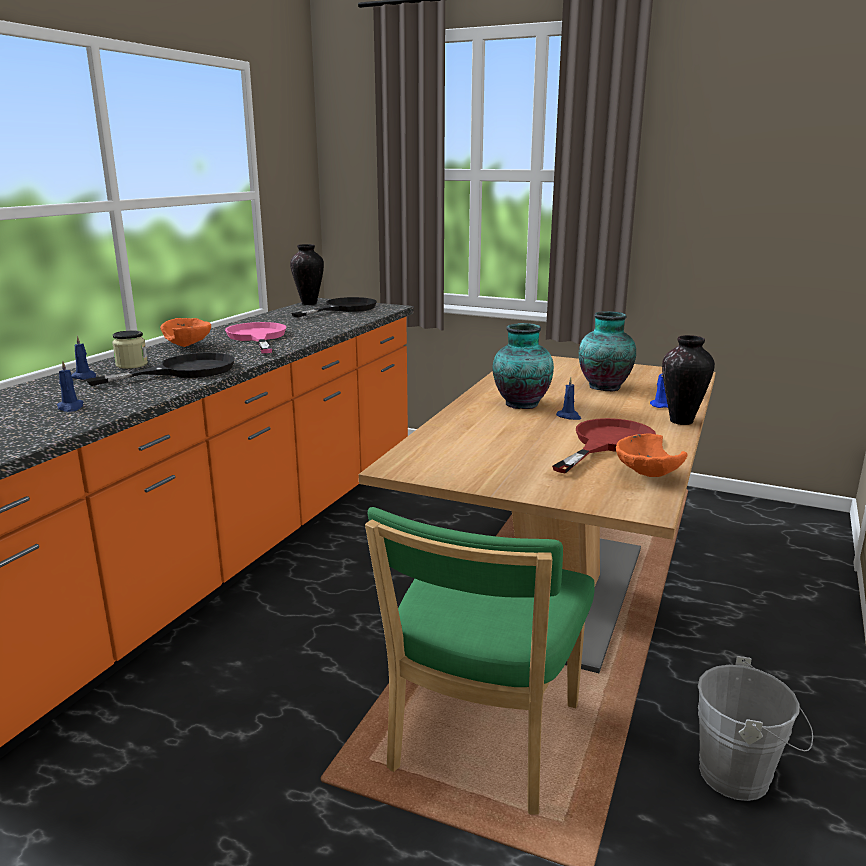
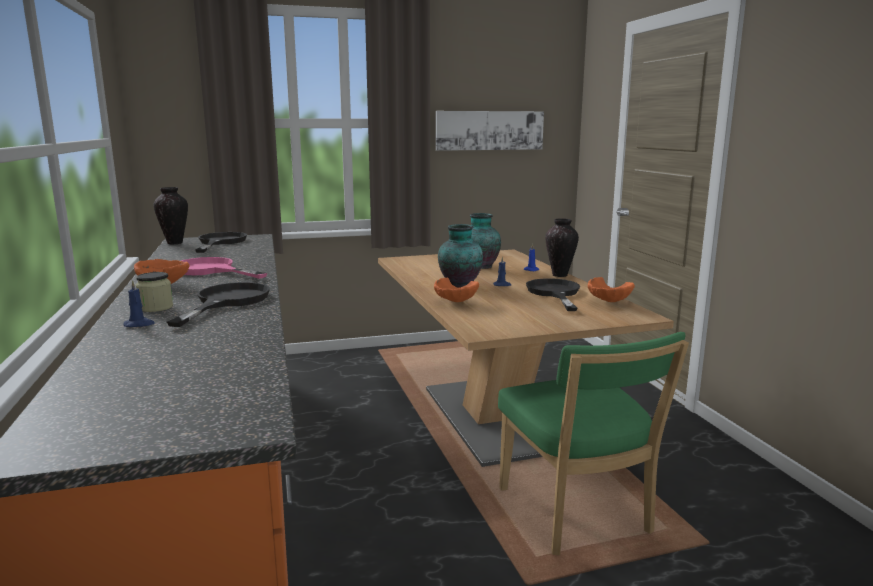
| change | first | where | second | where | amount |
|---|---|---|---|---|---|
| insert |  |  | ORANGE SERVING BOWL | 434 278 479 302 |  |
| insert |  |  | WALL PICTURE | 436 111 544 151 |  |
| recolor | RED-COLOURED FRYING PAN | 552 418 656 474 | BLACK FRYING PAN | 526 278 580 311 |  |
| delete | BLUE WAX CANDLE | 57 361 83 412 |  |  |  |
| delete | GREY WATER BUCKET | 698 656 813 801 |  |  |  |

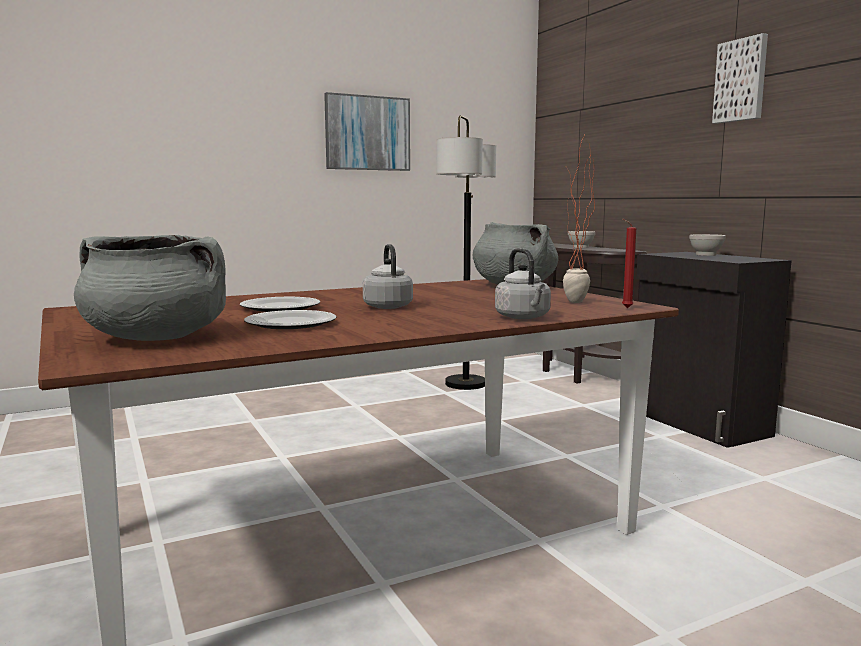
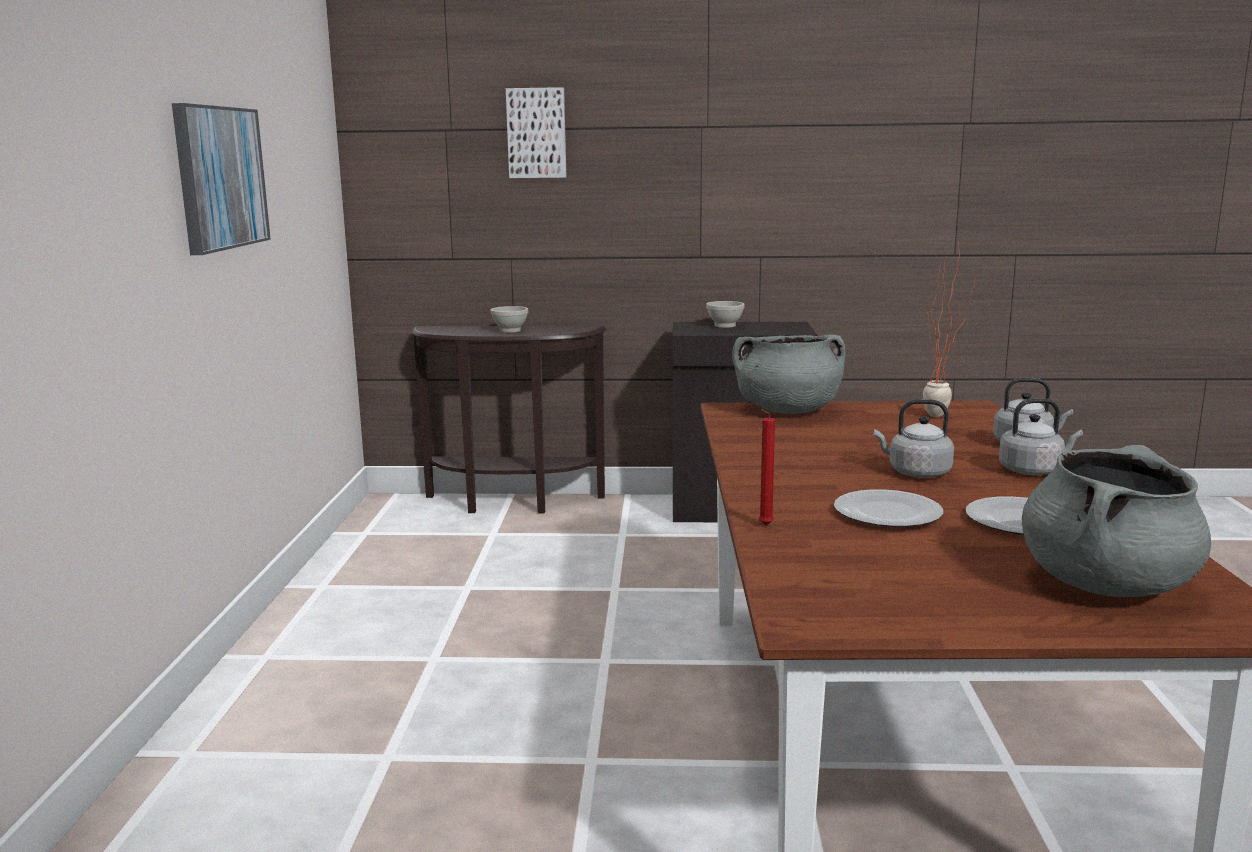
| change | first | where | second | where | amount |
|---|---|---|---|---|---|
| move | WALL PICTURE | 712 33 768 124 |  | 506 87 566 178 |  |
| move | RED-COLOURED WAX CANDLE | 622 219 636 308 |  | 759 409 775 525 |  |
| insert |  |  | GREY KETTLE | 999 398 1083 475 |  |
| delete | STANDARD LAMP | 437 115 496 390 |  |  |  |

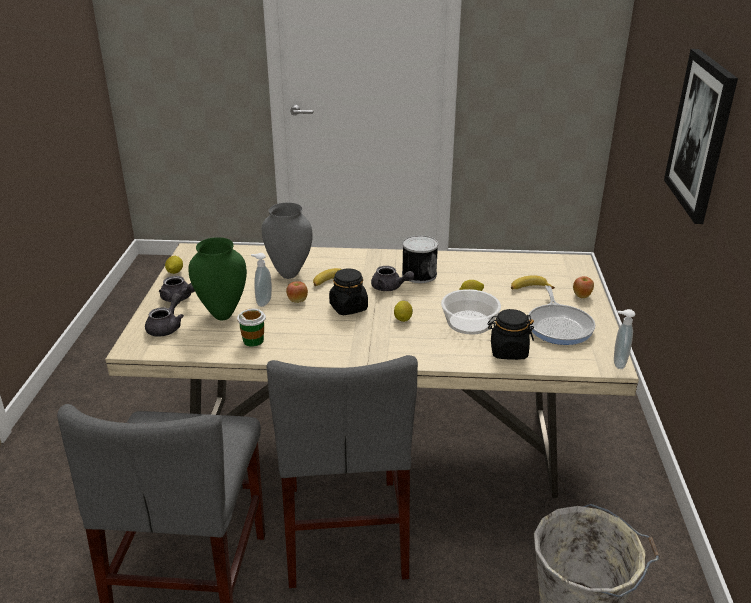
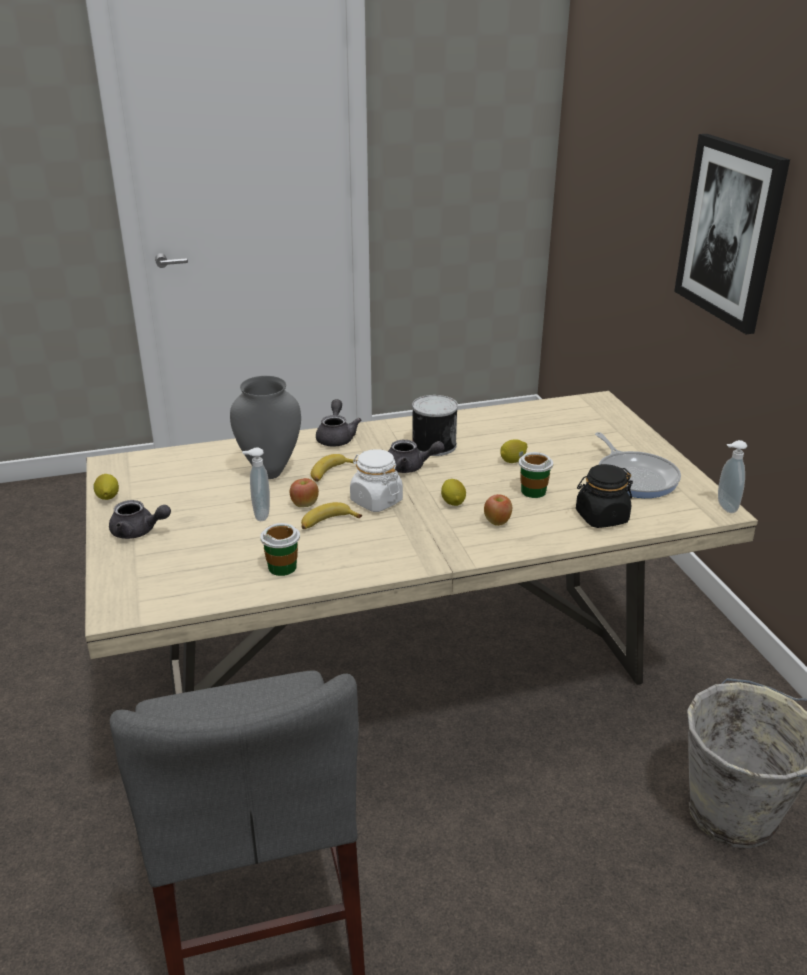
| change | first | where | second | where | amount |
|---|---|---|---|---|---|
| move | BANANA | 511 275 555 289 |  | 301 502 362 529 |  |
| move | GREY TEA POT | 145 293 184 337 |  | 316 399 361 446 |  |
| recolor | BLACK JAR | 329 269 368 315 | WHITISH JAR | 350 449 403 512 |  |
| move | WHOLE APPLE | 573 276 594 298 |  | 484 494 512 526 |  |
| replace | SERVING BOWL | 441 289 501 335 | CUP | 519 452 553 498 |  |
| delete | GREENISH VASE | 188 237 247 321 |  |  |  |
| delete | GREY CHAIR | 267 355 418 588 |  |  |  |

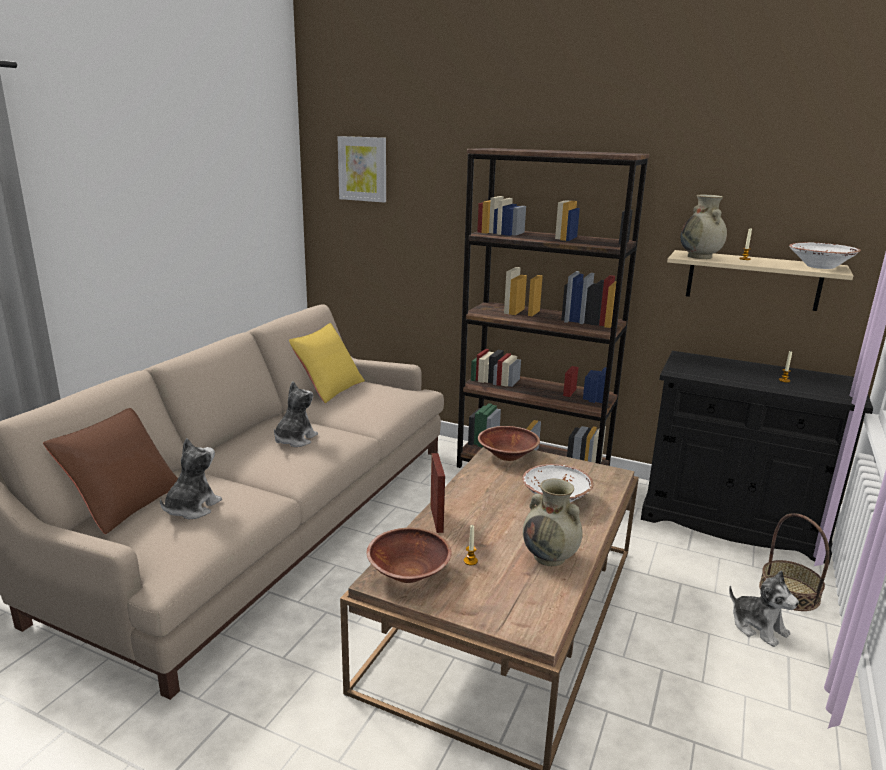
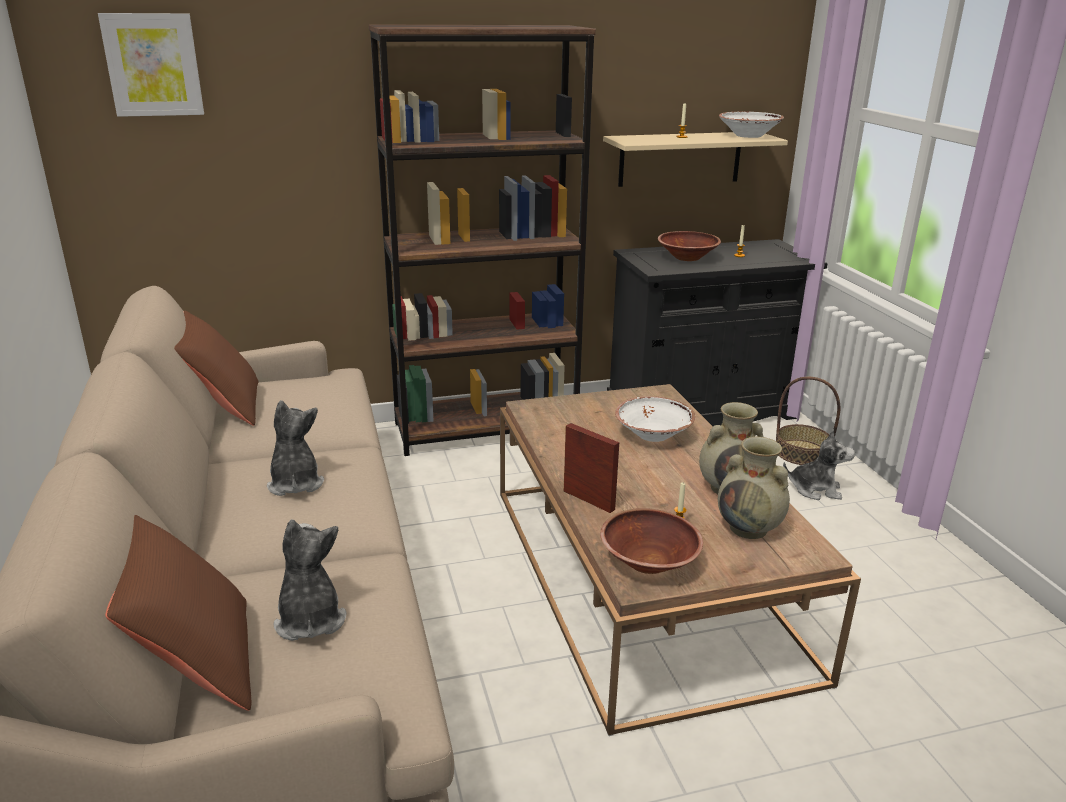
| change | first | where | second | where | amount |
|---|---|---|---|---|---|
| recolor | YELLOW-COLOURED PILLOW | 289 323 365 403 | BROWNISH PILLOW | 174 311 259 426 |  |
| move | BROWNISH SERVING BOWL | 478 426 540 461 |  | 658 231 721 261 |  |
| move | SAND-COLOURED VASE | 680 195 727 259 |  | 718 437 790 539 |  |

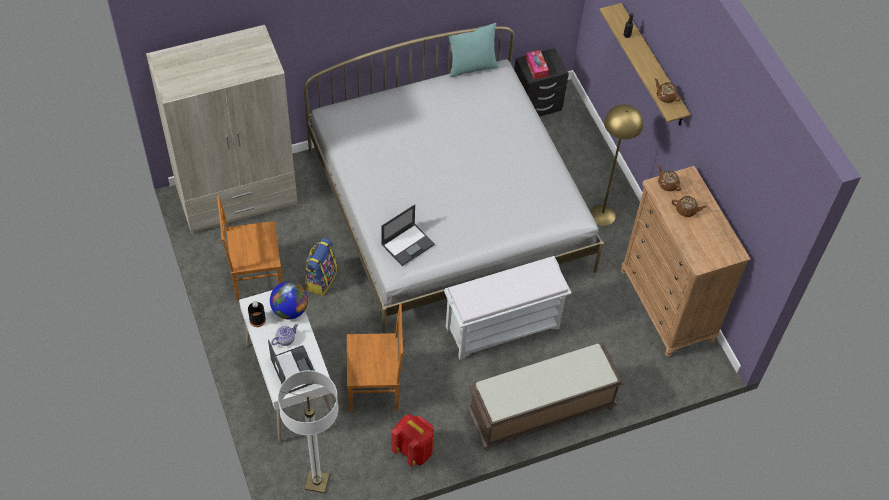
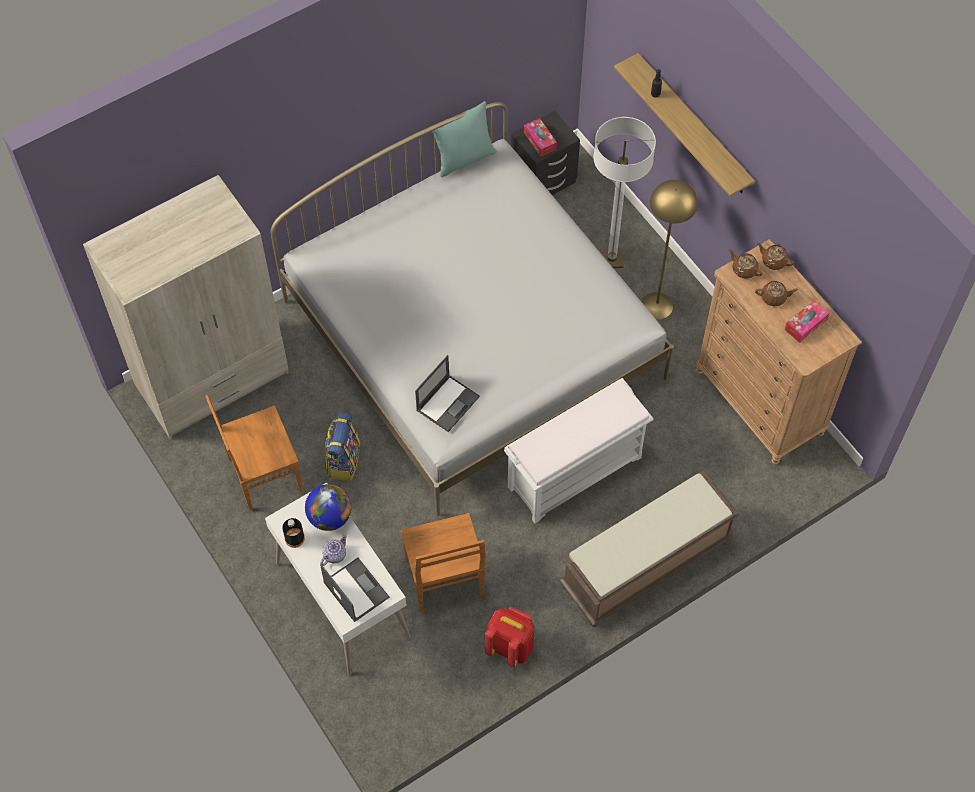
| change | first | where | second | where | amount |
|---|---|---|---|---|---|
| rotate | BROWNISH CHAIR | 347 304 403 412 |  | 400 513 486 611 | 90 degrees clockwise |
| move | STANDARD LAMP | 278 370 338 493 |  | 594 117 656 268 |  |
| move | BROWNISH TEA POT | 655 78 681 103 |  | 757 243 794 270 |  |
| insert |  |  | TISSUE BOX | 785 300 829 343 |  |

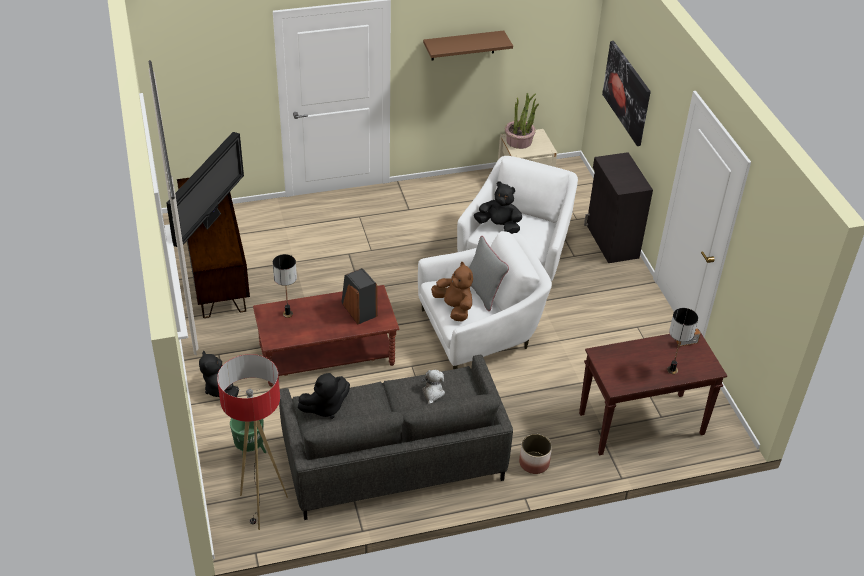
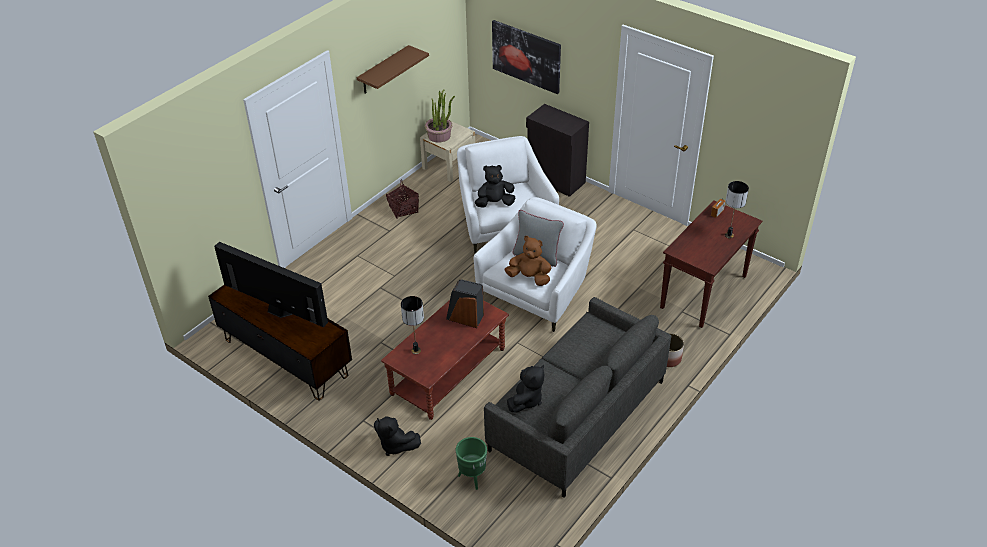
| change | first | where | second | where | amount |
|---|---|---|---|---|---|
| rotate | TV | 166 132 244 247 |  | 214 242 328 327 | 45 degrees counterclockwise |
| insert |  |  | STORAGE BASKET | 386 179 419 219 |  |
| delete | STANDARD LAMP | 217 354 288 530 |  |  |  |
| delete | PLUSH TOY | 421 370 445 404 |  |  |  |

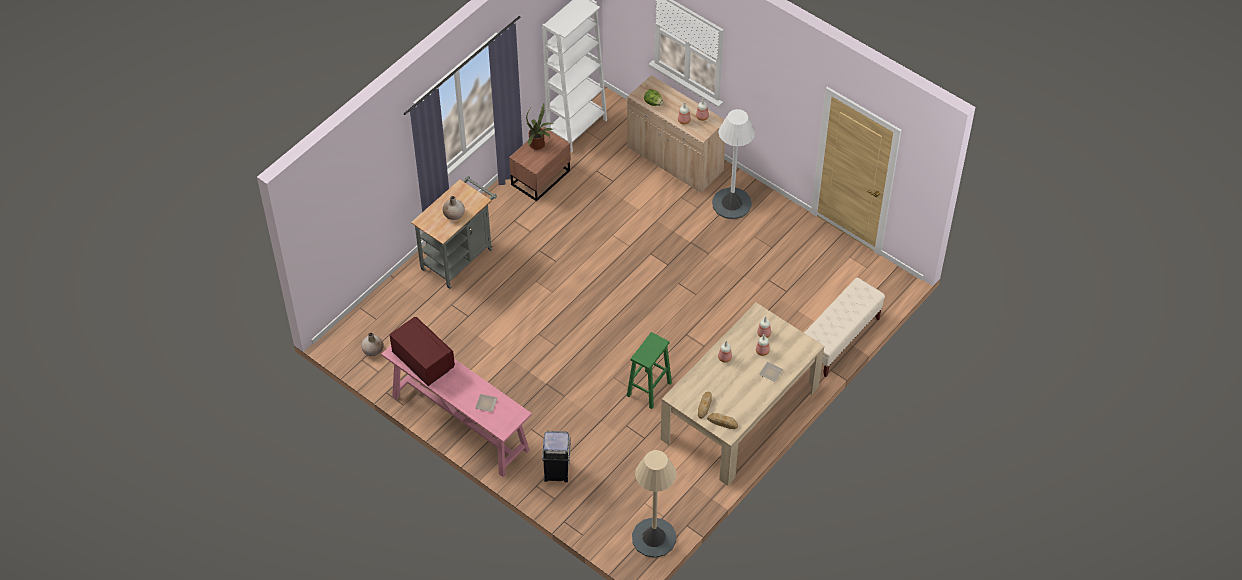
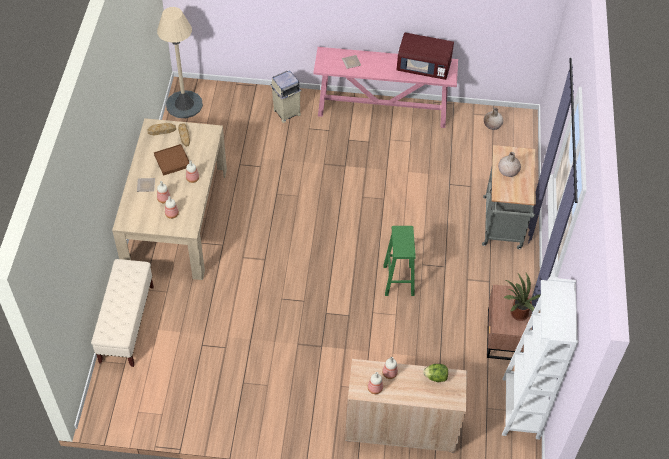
| change | first | where | second | where | amount |
|---|---|---|---|---|---|
| insert |  |  | BROWNISH CARRYING TRAY | 154 144 189 176 |  |
| move | GREENISH SITTING STOOL | 627 332 672 409 |  | 383 226 416 296 |  |
| delete | WHITISH STANDARD LAMP | 712 109 755 219 |  |  |  |

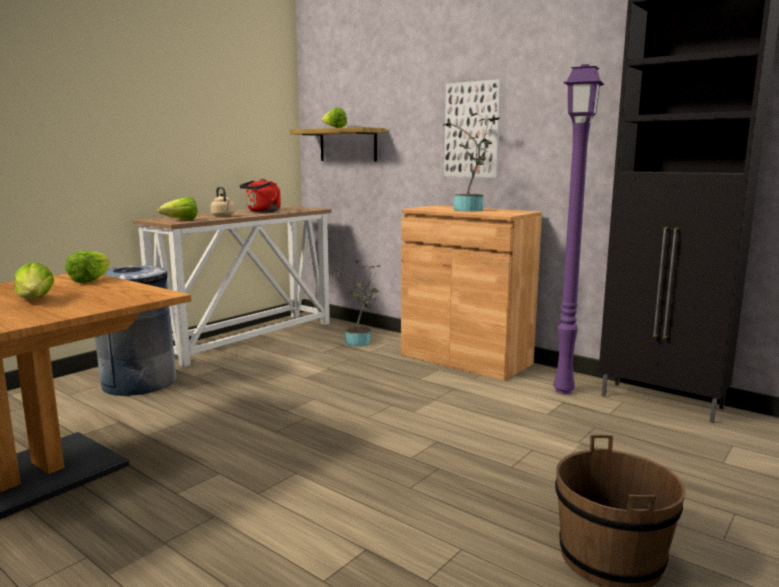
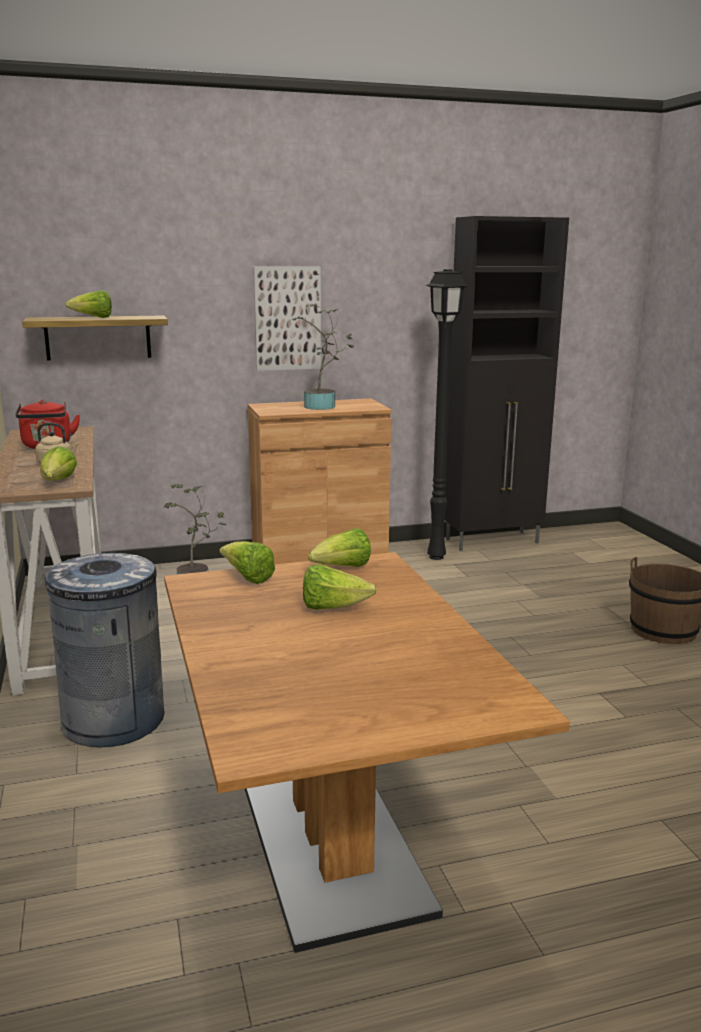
| change | first | where | second | where | amount |
|---|---|---|---|---|---|
| insert |  |  | LETTUCE | 308 528 371 567 |  |
| recolor | PURPLE-COLOURED STANDARD LAMP | 553 64 605 395 | BLACK STANDARD LAMP | 426 269 468 560 |  |

